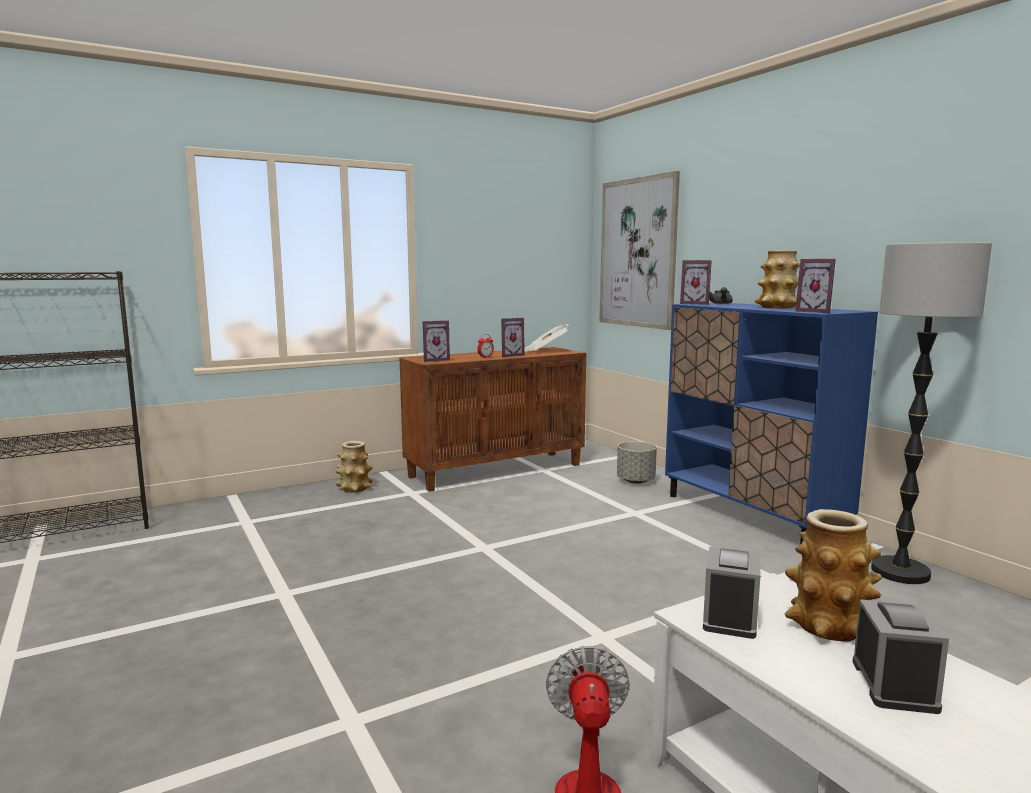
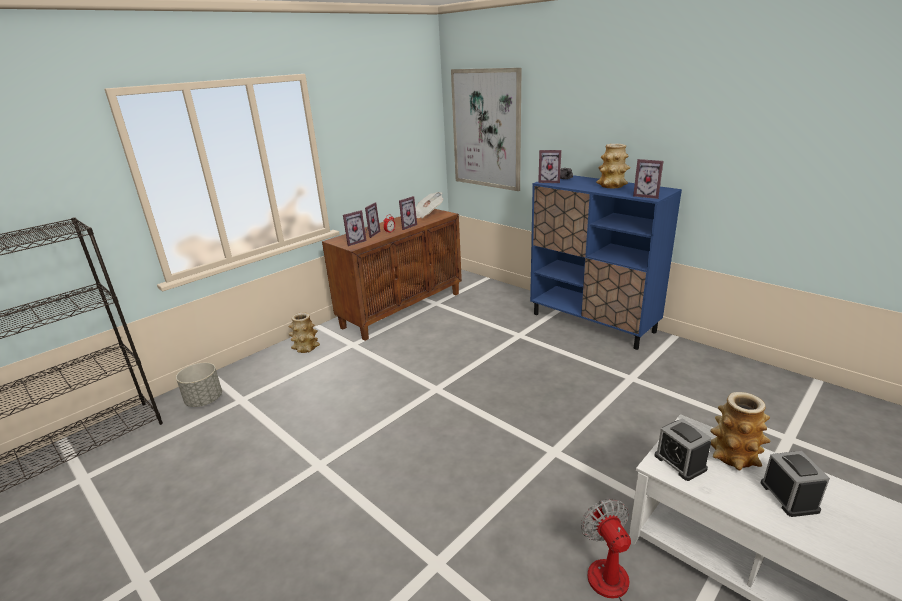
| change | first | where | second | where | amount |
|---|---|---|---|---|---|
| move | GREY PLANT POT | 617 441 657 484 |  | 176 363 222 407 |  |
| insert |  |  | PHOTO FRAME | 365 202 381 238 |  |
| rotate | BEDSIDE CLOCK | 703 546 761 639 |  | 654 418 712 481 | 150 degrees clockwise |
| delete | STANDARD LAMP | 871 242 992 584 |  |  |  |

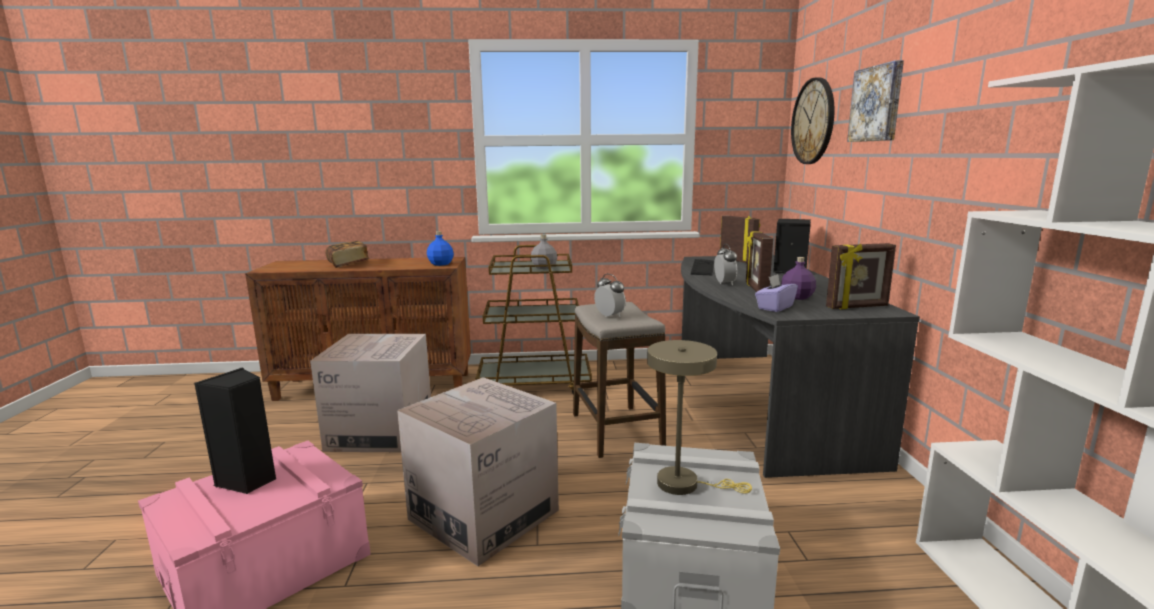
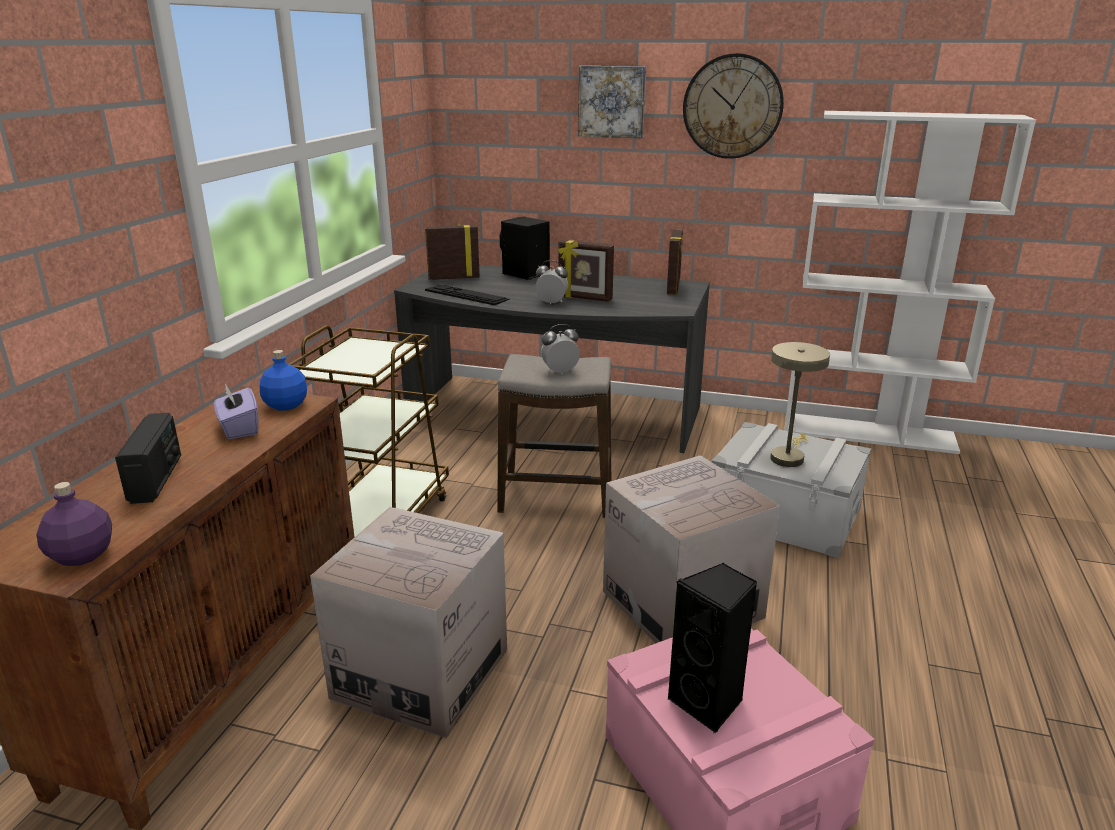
| change | first | where | second | where | amount |
|---|---|---|---|---|---|
| move | PURPLE-COLOURED BEVERAGE BOTTLE | 781 257 816 300 |  | 36 482 112 566 |  |
| replace | VOLUME | 325 241 369 268 | RADIO RECEIVER | 115 413 181 504 |  |
| move | PURPLE-COLOURED TISSUE BOX | 755 274 798 312 |  | 214 383 259 439 |  |
| move | CLOCK ON THE WALL | 791 77 835 164 |  | 683 53 784 159 |  |
| delete | GREY BEVERAGE BOTTLE | 531 235 557 269 |  |  |  |

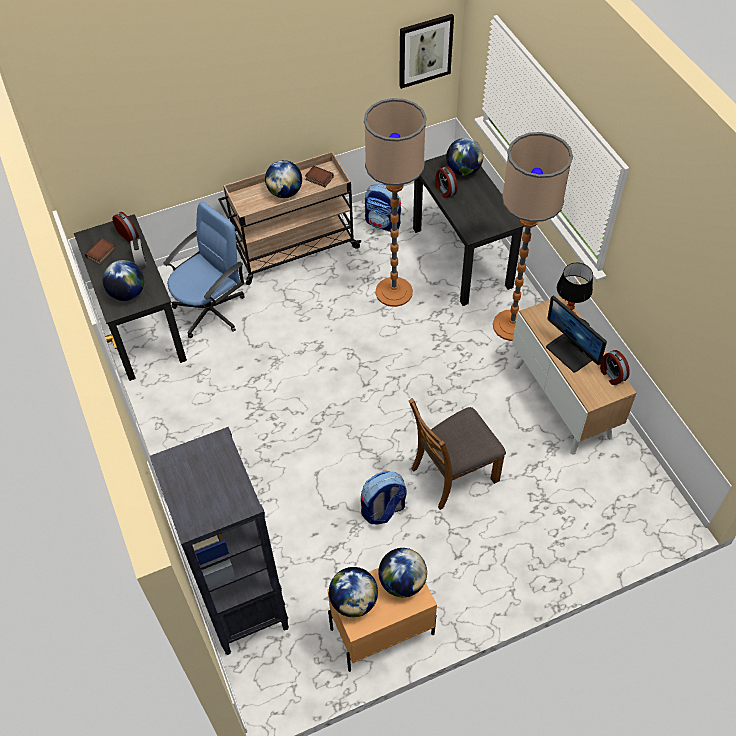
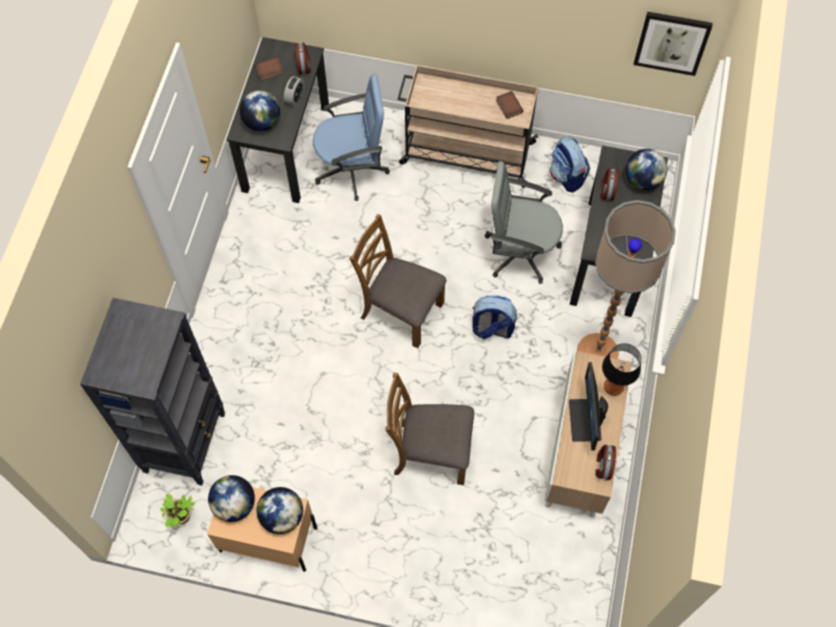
| change | first | where | second | where | amount |
|---|---|---|---|---|---|
| insert |  |  | HOUSEPLANT | 160 494 195 528 |  |
| insert |  |  | BROWNISH CHAIR | 349 214 446 348 |  |
| move | BACKPACK | 361 471 407 524 |  | 472 295 517 339 |  |
| replace | STANDARD LAMP | 364 98 426 307 | GREY DESK CHAIR | 485 161 563 284 |  |
| delete | GLOBE | 265 160 302 198 |  |  |  |

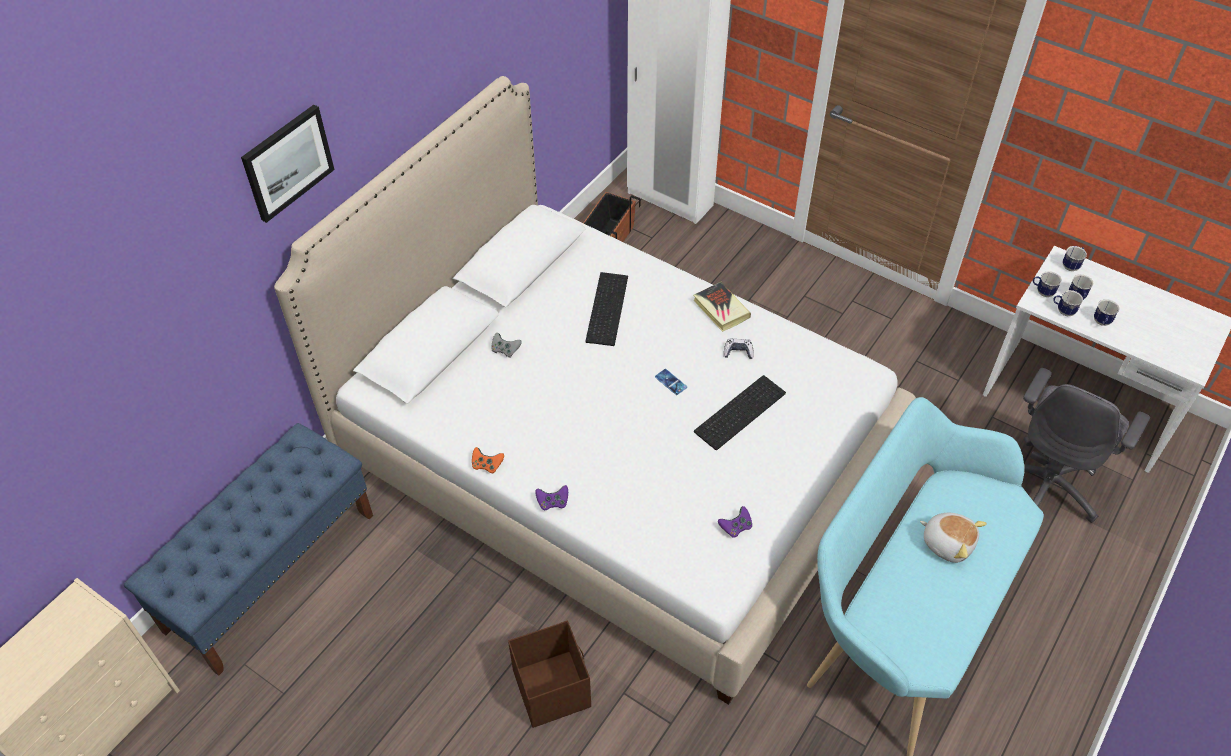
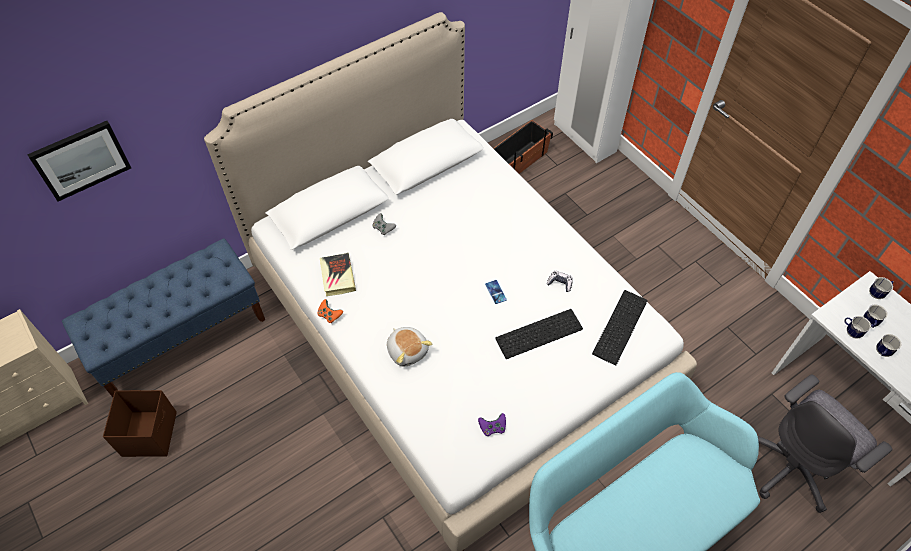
| change | first | where | second | where | amount |
|---|---|---|---|---|---|
| move | WALL PICTURE | 241 105 335 223 |  | 27 121 131 201 |  |
| move | BROWNISH STORAGE BIN | 508 620 591 728 |  | 103 390 177 457 |  |
| move | VOLUME | 693 282 751 332 |  | 320 253 356 296 |  |
| move | PLUSH TOY | 920 513 987 563 |  | 387 327 433 366 |  |
| move | COMPUTER KEYBOARD | 585 272 628 346 |  | 592 290 648 365 |  |
| delete | PURPLE-COLOURED GAMEPAD | 535 485 568 510 |  |  |  |
| delete | TEA MUG | 1033 271 1062 297 |  |  |  |

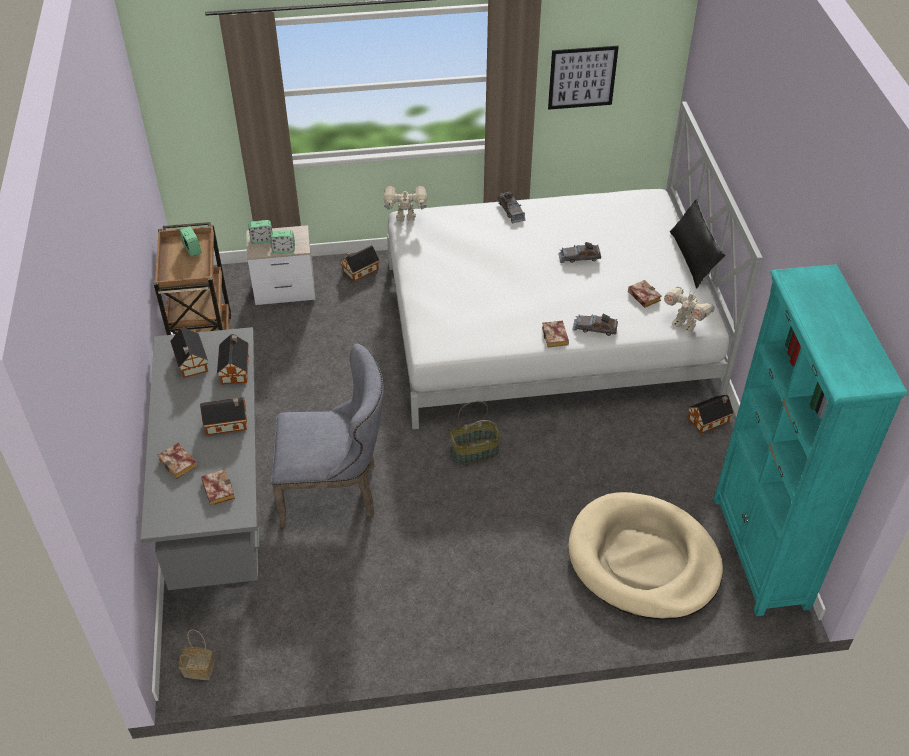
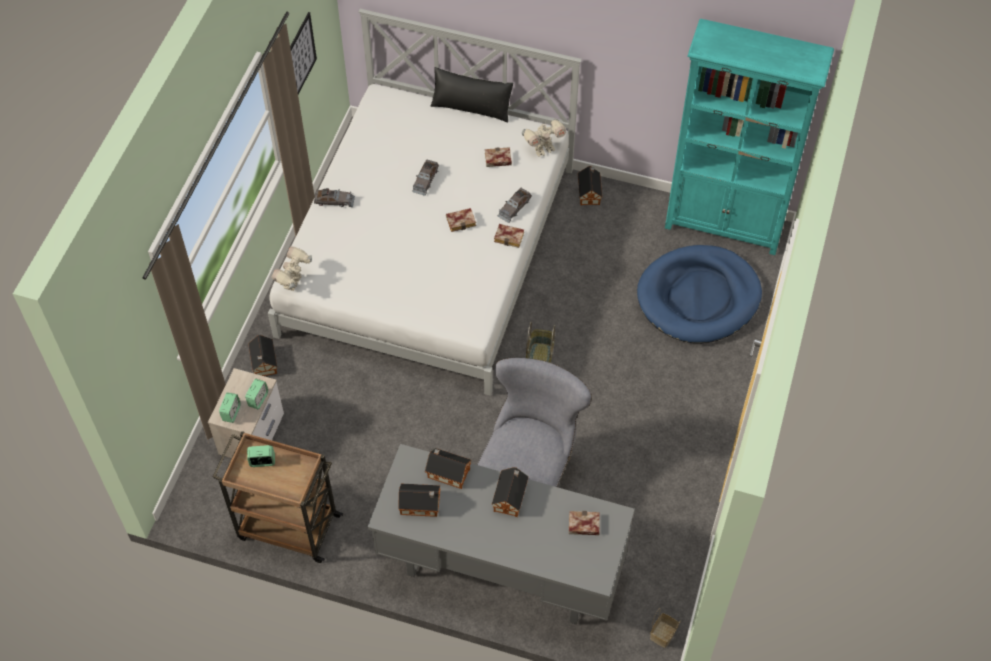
| change | first | where | second | where | amount |
|---|---|---|---|---|---|
| move | VOLUME | 158 443 197 479 |  | 446 208 476 232 |  |
| recolor | SAND-COLOURED PET BED | 569 492 723 620 | BLUE PET BED | 637 245 762 343 |  |

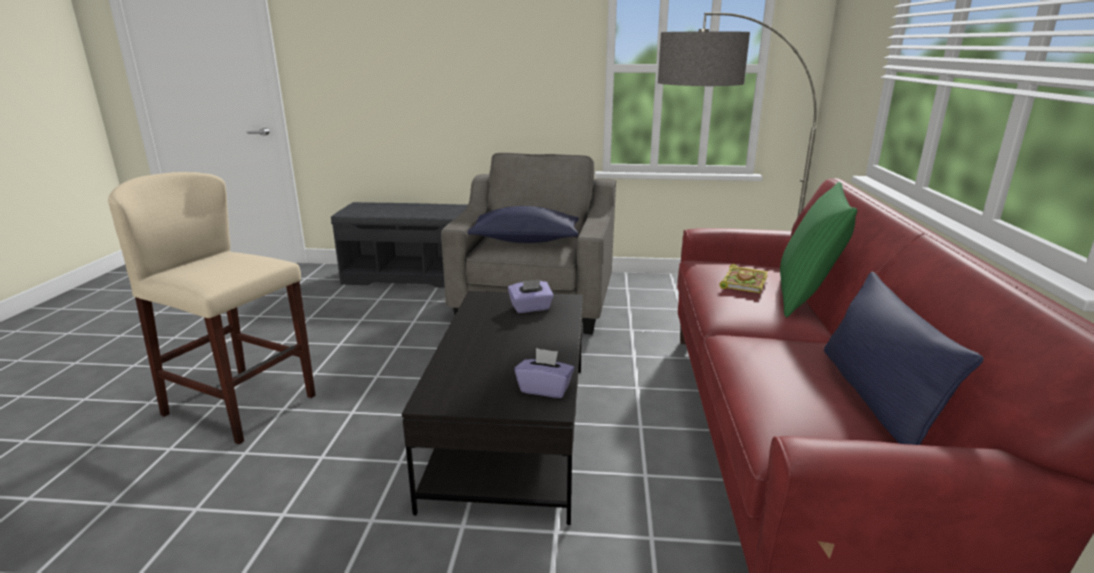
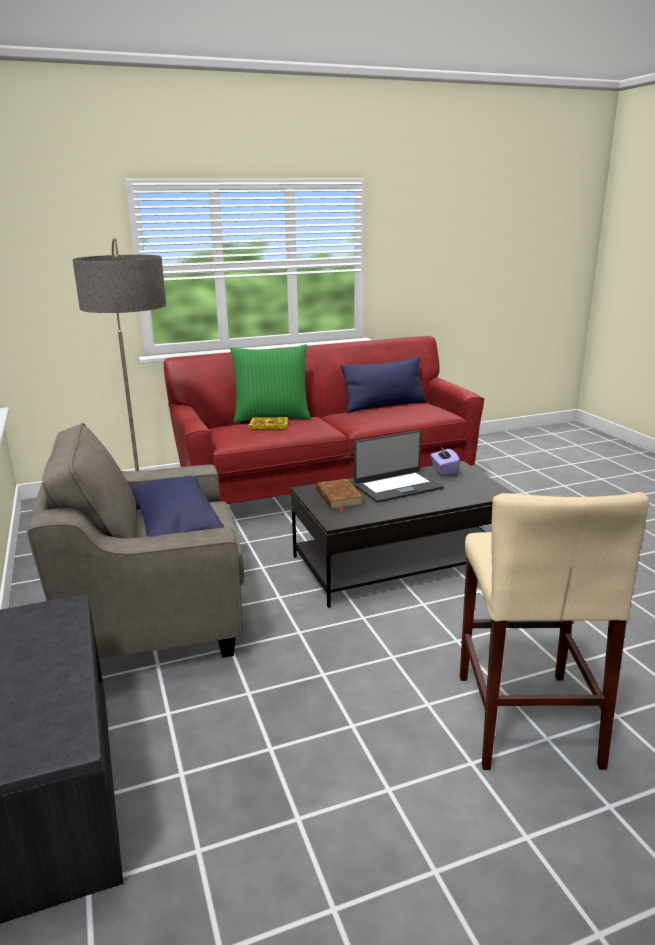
| change | first | where | second | where | amount |
|---|---|---|---|---|---|
| replace | PURPLE-COLOURED TISSUE BOX | 508 279 554 313 | BROWNISH VOLUME | 316 479 363 512 |  |
| insert |  |  | PORTABLE COMPUTER | 354 430 444 503 |  |

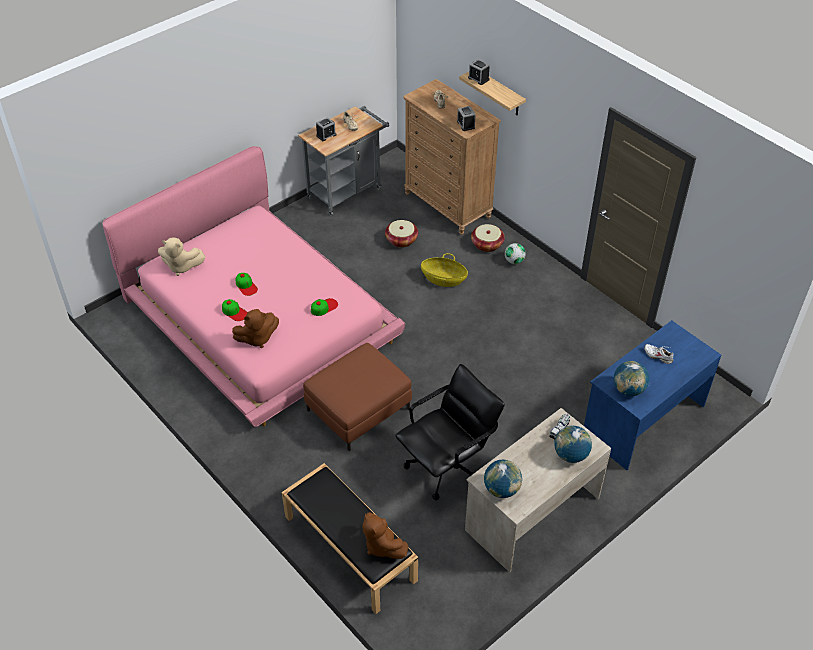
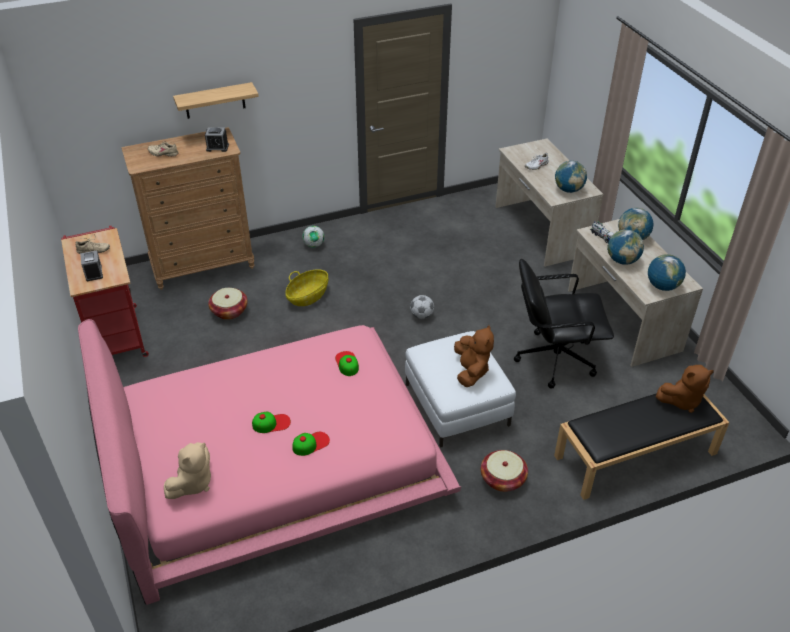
| change | first | where | second | where | amount |
|---|---|---|---|---|---|
| recolor | GREY CART | 298 106 389 216 | RED-COLOURED CART | 61 226 149 357 |  |
| recolor | BROWNISH FOOTREST | 303 343 412 451 | WHITISH FOOTREST | 405 331 516 448 |  |
| insert |  |  | FOOTBALL BALL | 410 295 434 319 |  |
| move | BROWNISH PLUSH TOY | 232 309 279 348 |  | 454 325 494 387 |  |
| move | STORAGE BASKET | 471 224 505 252 |  | 481 450 528 492 |  |
| recolor | BLUE DESK | 584 320 721 470 | SAND-COLOURED DESK | 495 138 603 267 |  |
| rotate | BLACK DESK CHAIR | 395 364 505 500 |  | 514 259 614 389 | 75 degrees counterclockwise |
| insert |  |  | GLOBE | 607 229 644 265 |  |
| delete | BEDSIDE CLOCK | 468 59 490 85 |  |  |  |

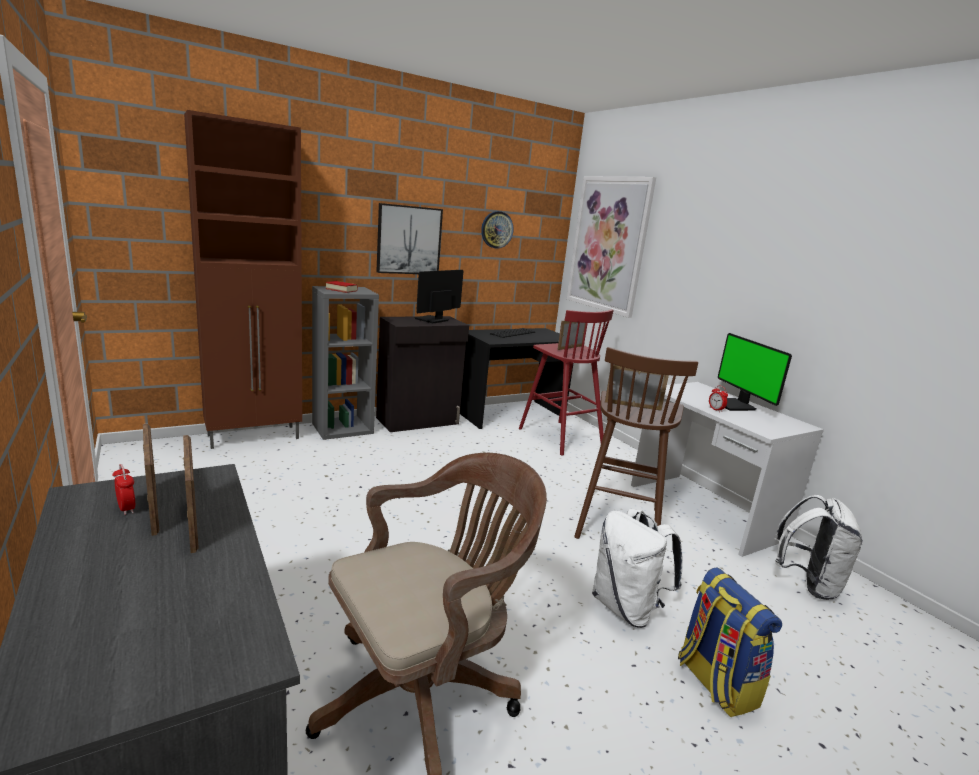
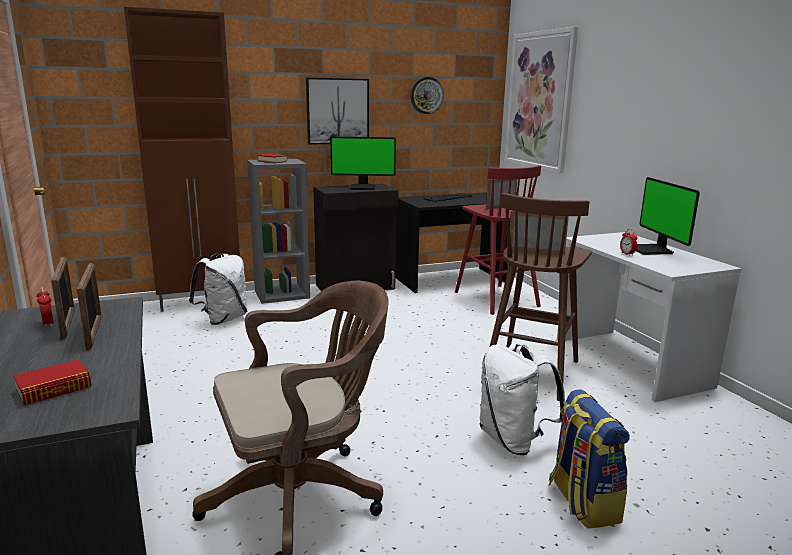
| change | first | where | second | where | amount |
|---|---|---|---|---|---|
| insert |  |  | VOLUME | 13 359 91 405 |  |
| move | WHITISH BACKPACK | 775 495 863 600 |  | 189 253 248 325 |  |
| rotate | MONITOR | 414 270 463 323 |  | 330 136 396 190 | 135 degrees counterclockwise |

